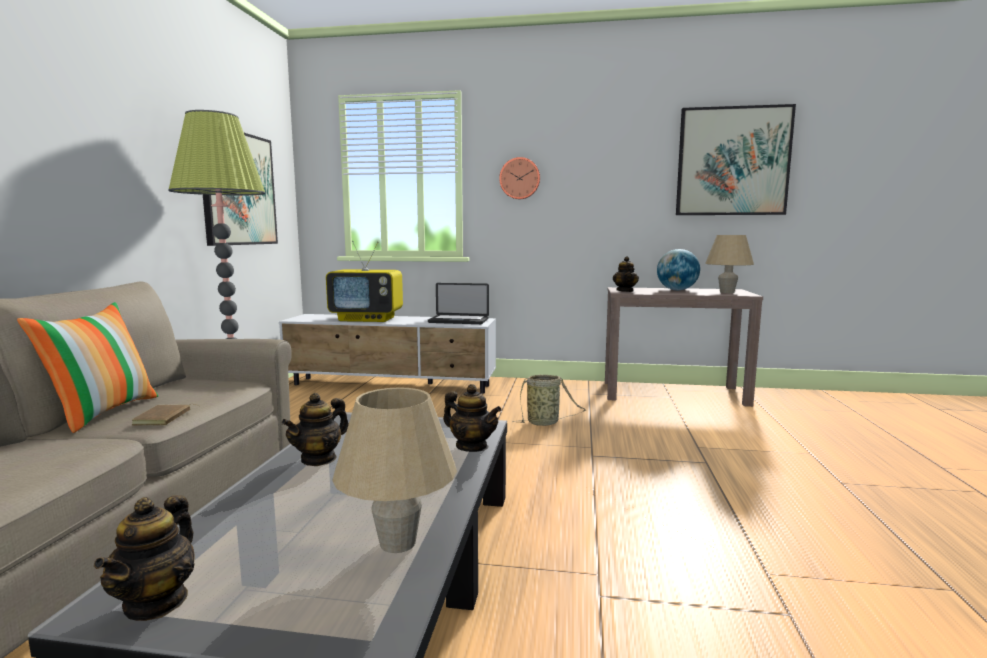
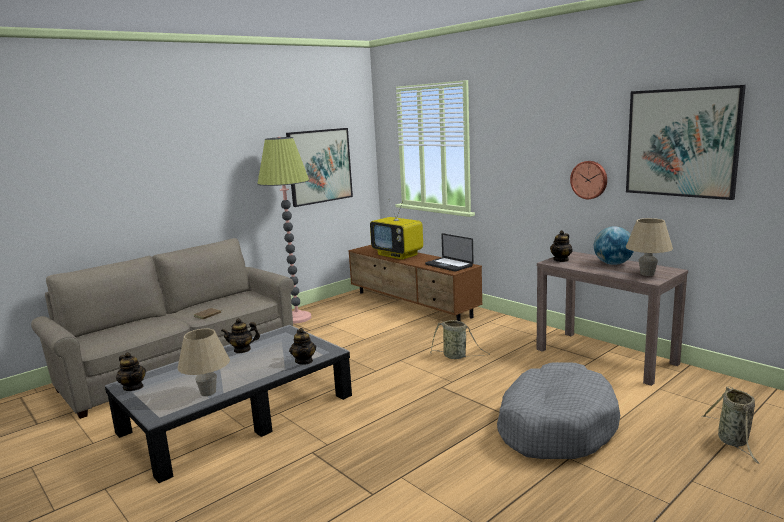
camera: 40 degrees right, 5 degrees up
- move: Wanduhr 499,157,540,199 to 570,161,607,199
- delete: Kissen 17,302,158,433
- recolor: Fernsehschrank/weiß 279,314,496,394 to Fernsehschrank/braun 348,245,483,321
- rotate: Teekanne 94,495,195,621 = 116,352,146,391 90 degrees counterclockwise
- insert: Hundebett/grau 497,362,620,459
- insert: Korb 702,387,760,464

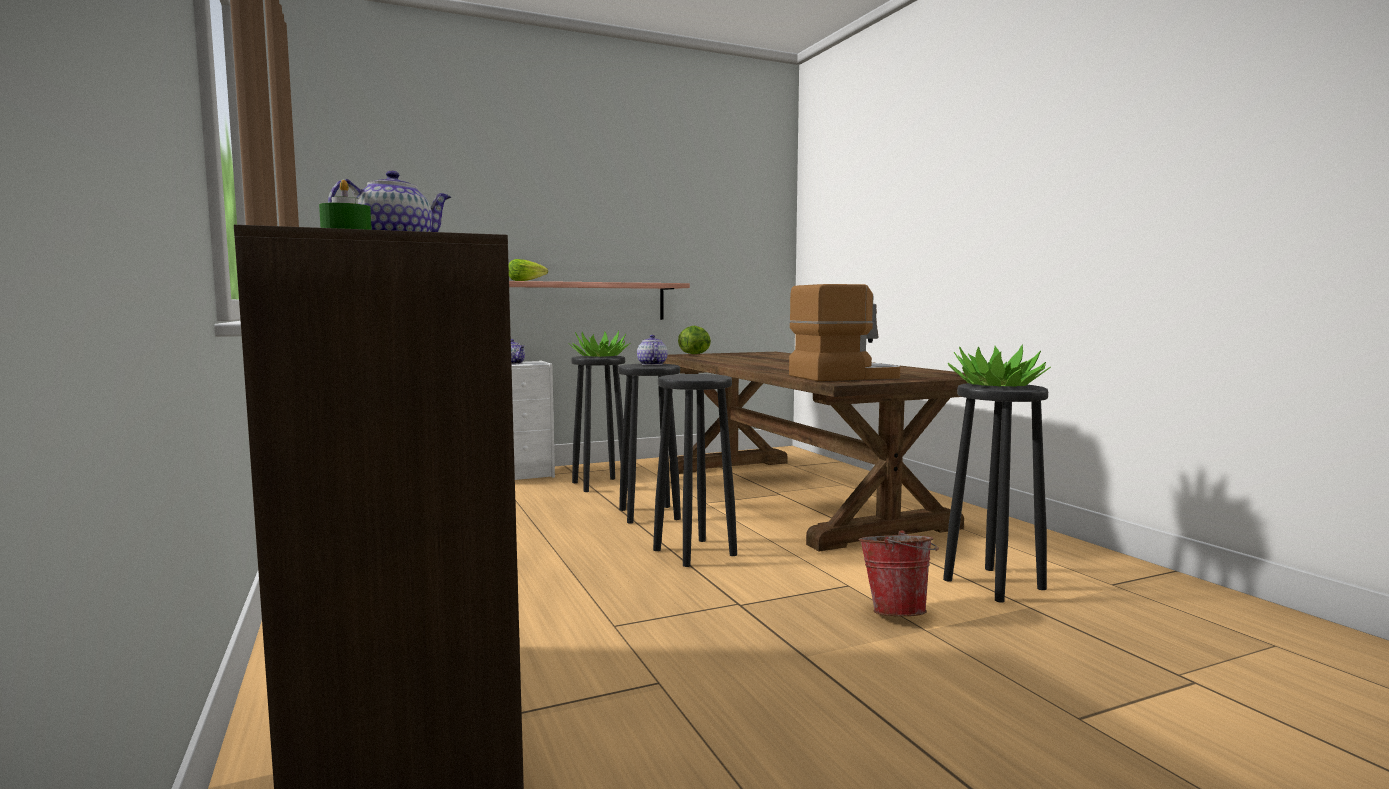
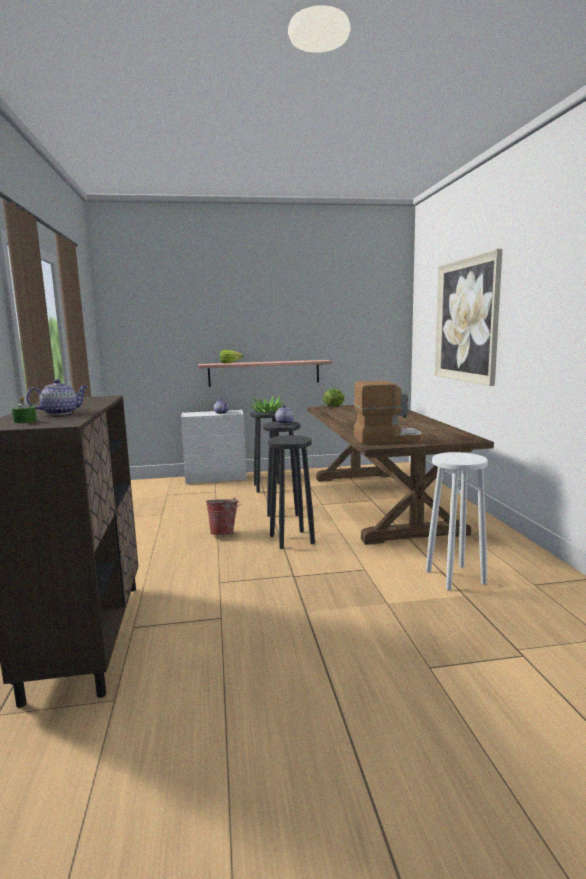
camera: 15 degrees right, 5 degrees up
- delete: Topfpflanze 948,345,1051,386
- recolor: Hocker/schwarz 943,383,1048,603 to Hocker/weiß 426,452,488,590
- move: Eimer 859,531,939,616 to 206,498,240,535
- insert: Bild 435,249,502,386

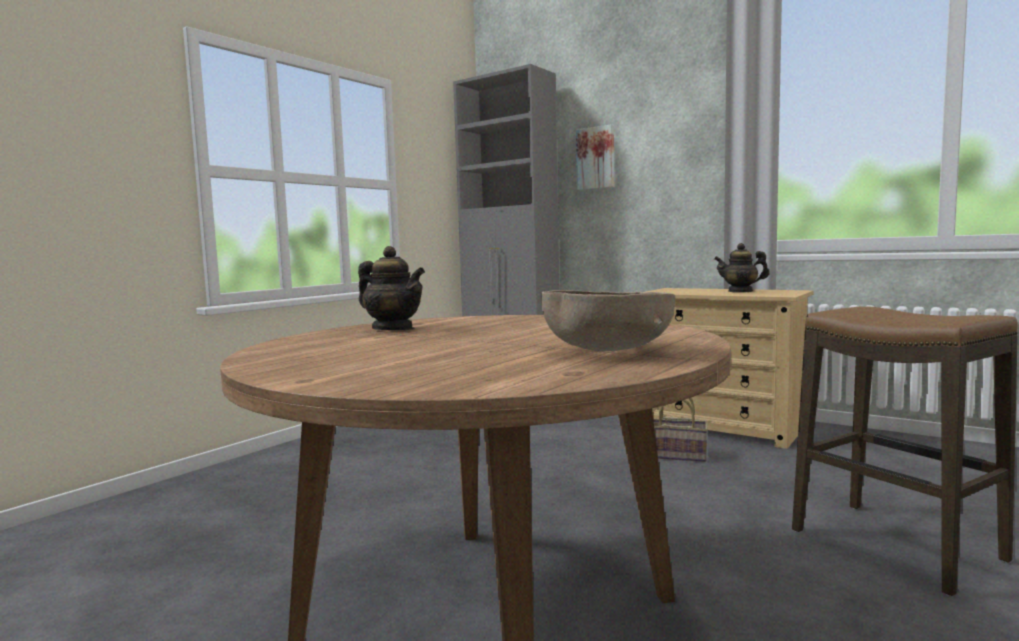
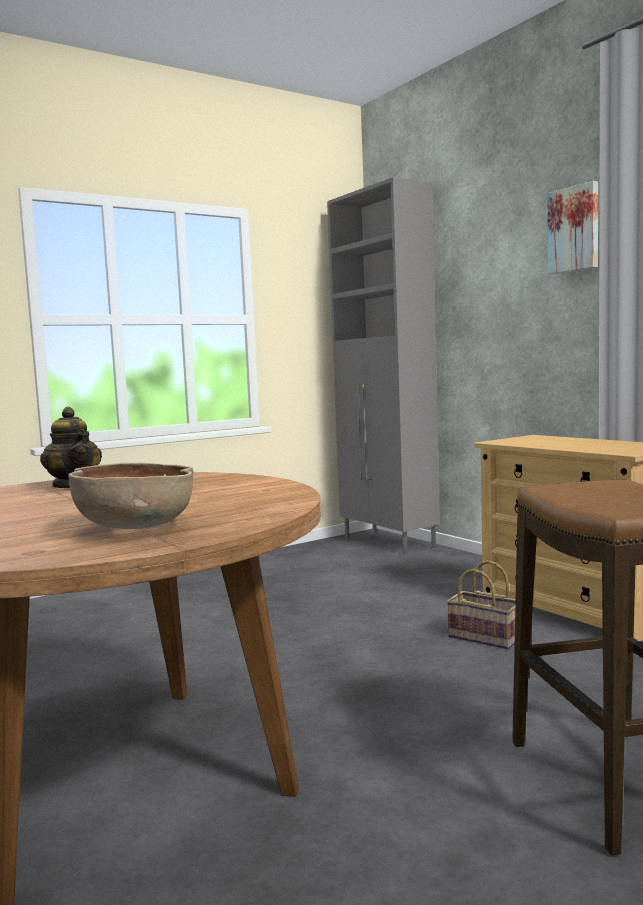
camera: 20 degrees right, 0 degrees up
- move: Bild 576,125,615,190 to 547,181,598,274
- delete: Teekanne 714,243,769,293

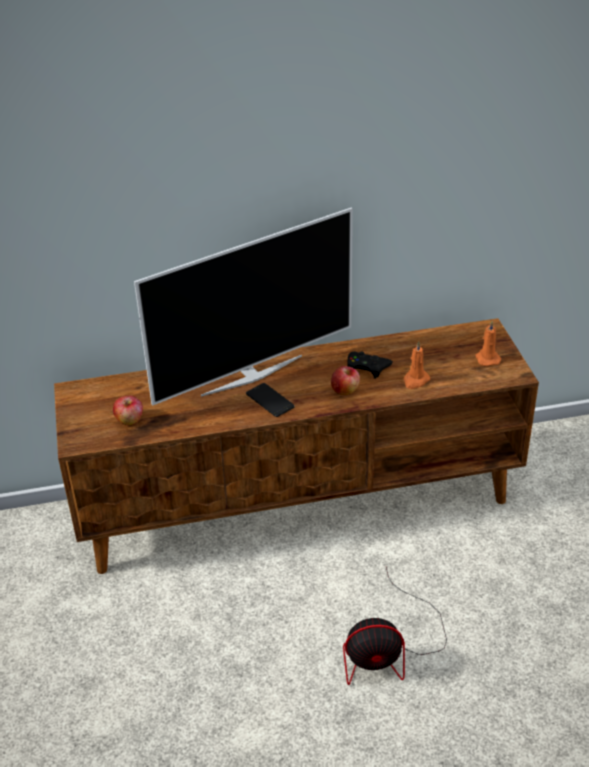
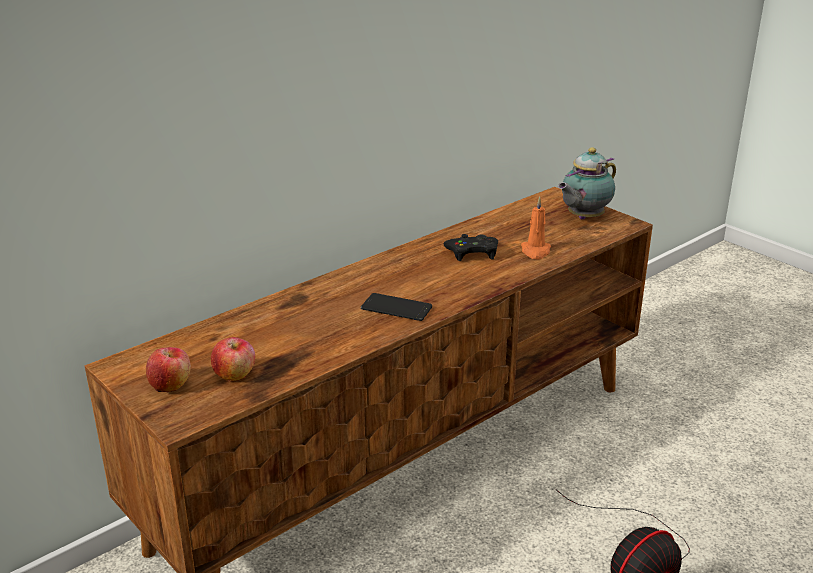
camera: 30 degrees left, 10 degrees down
- delete: Fernseher 134,208,353,406
- replace: Kerze/orange 475,321,501,366 to Teekanne 558,147,616,219
- move: Apfel 331,366,360,395 to 146,347,191,392

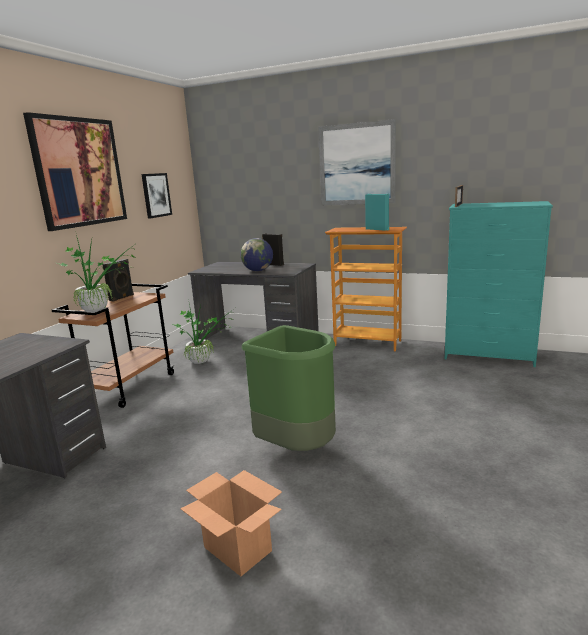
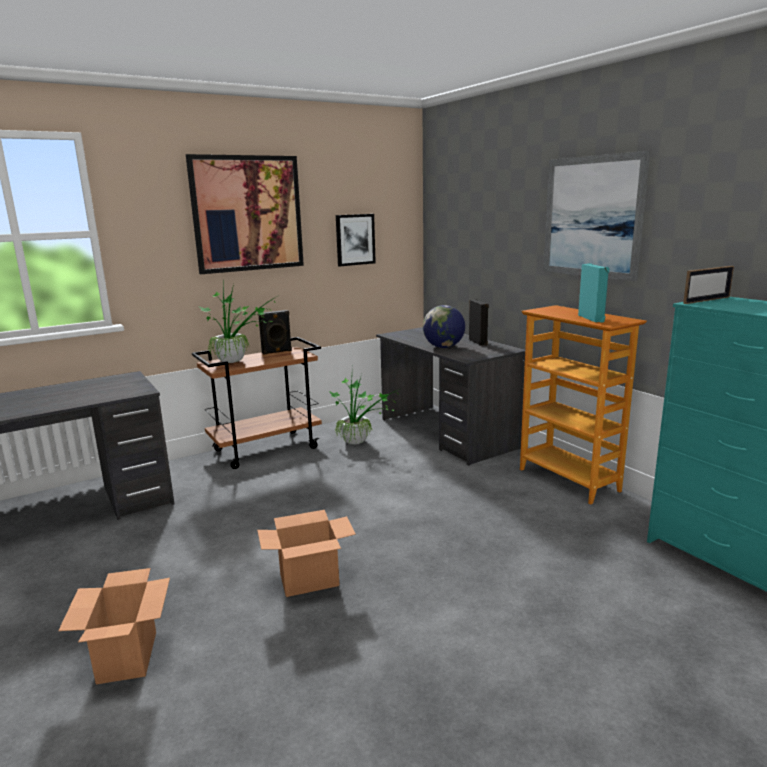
camera: 35 degrees right, 0 degrees up
- replace: Mülleimer/grün 242,325,336,451 to Karton 257,510,356,597

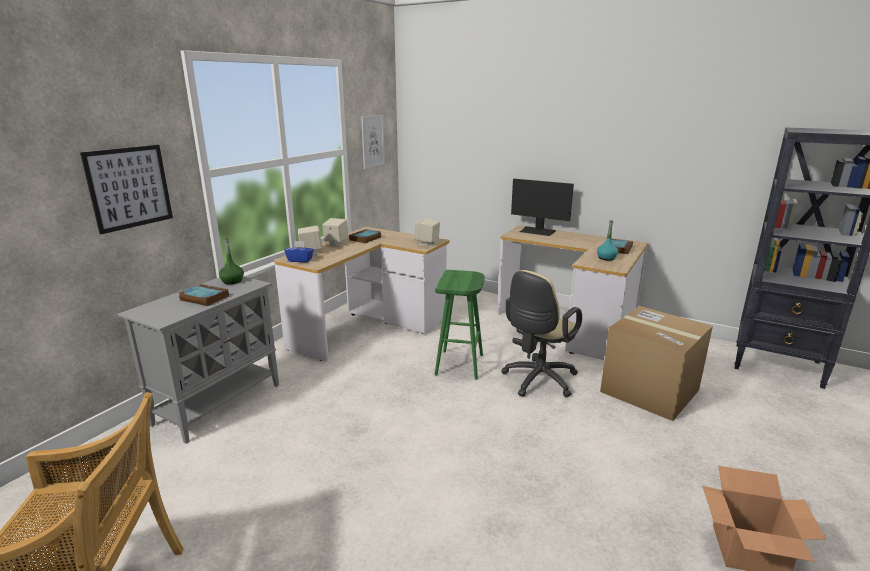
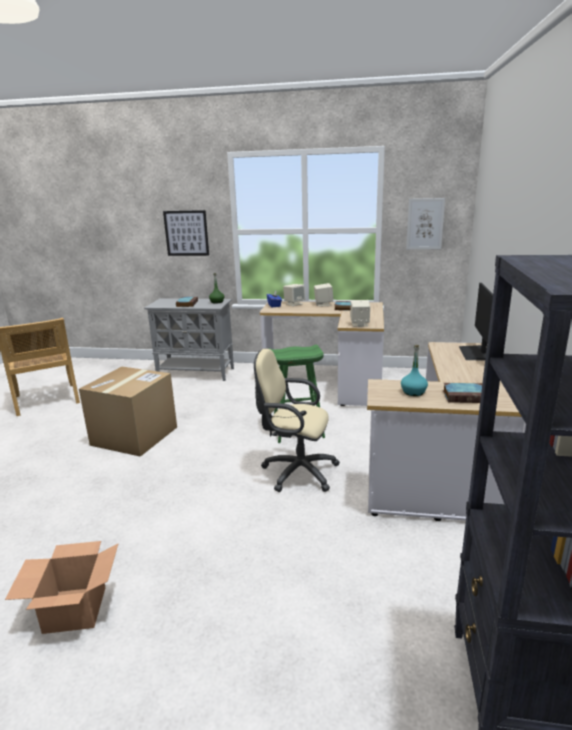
camera: 70 degrees right, 0 degrees up
- move: Karton 600,306,713,421 to 79,366,177,457

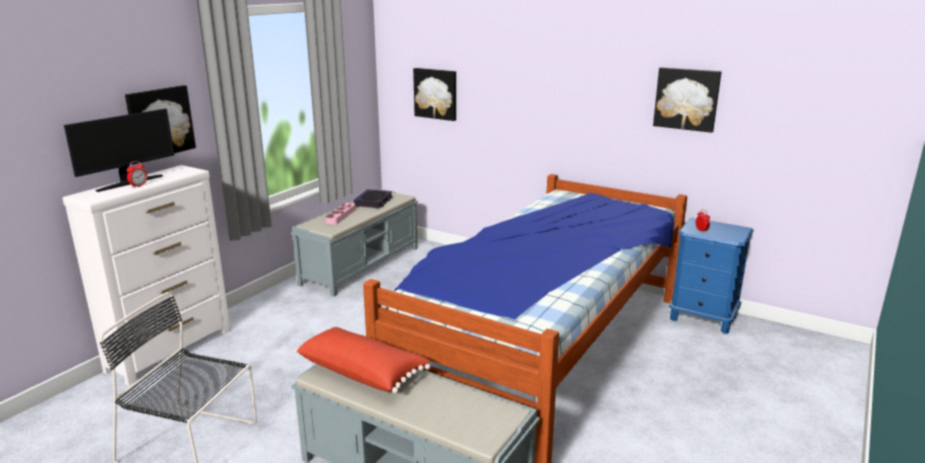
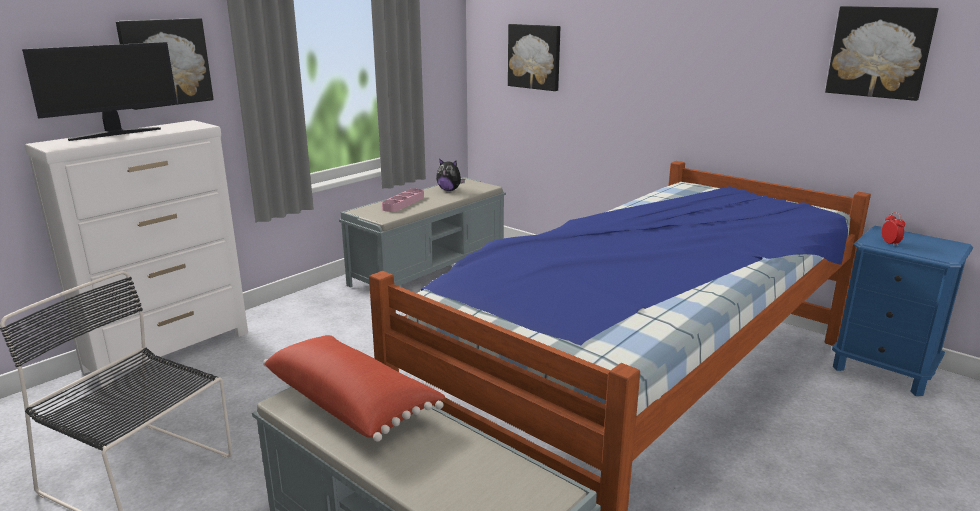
camera: 10 degrees right, 0 degrees up
- delete: Wecker 127,161,147,188
- replace: Buch 354,189,393,208 to Plüschtier 436,158,465,191

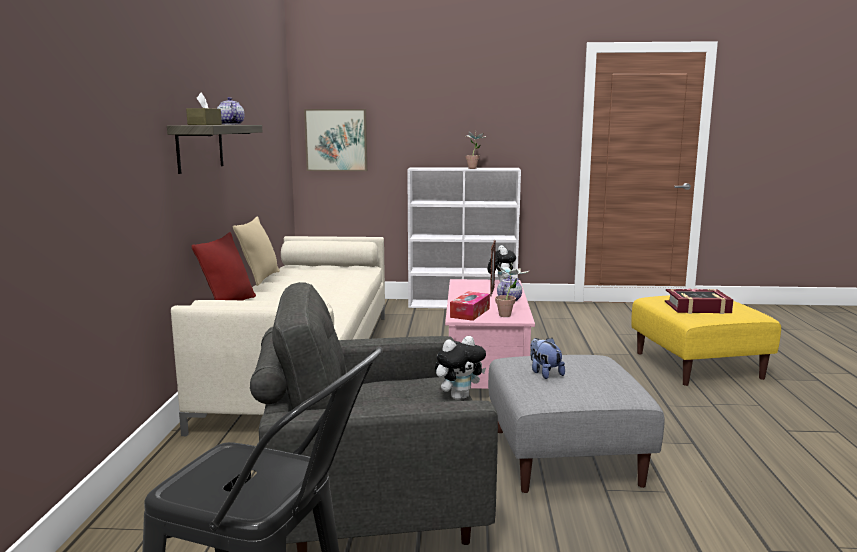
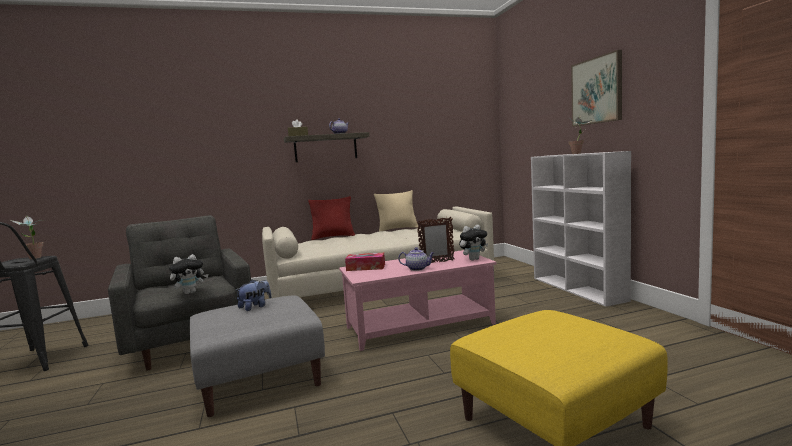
camera: 70 degrees right, 5 degrees down
- move: Bild 304,109,367,171 to 571,50,622,127
- move: Topfpflanze 495,263,530,317 to 11,215,45,259
- delete: Buch 665,288,733,314
- rotate: Plüschtier 435,336,486,400 = 169,254,209,294 75 degrees counterclockwise

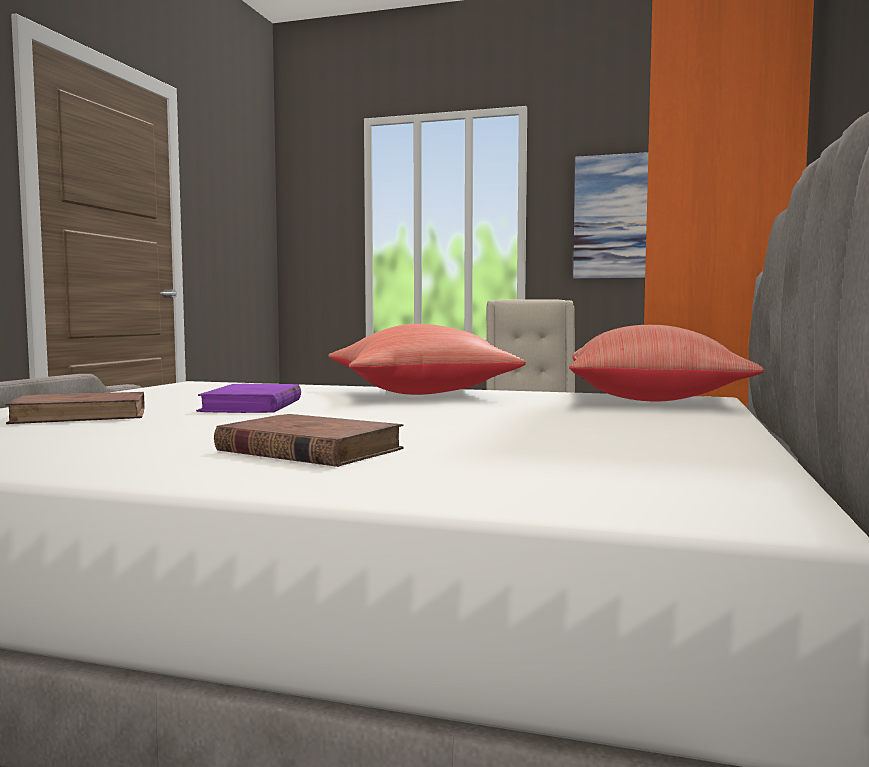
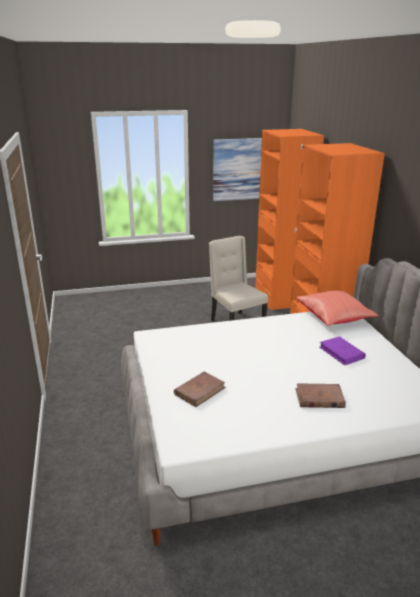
camera: 30 degrees left, 20 degrees up
- delete: Kissen/rot 328,324,526,395
- move: Buch/lila 196,384,301,413 to 319,336,366,365

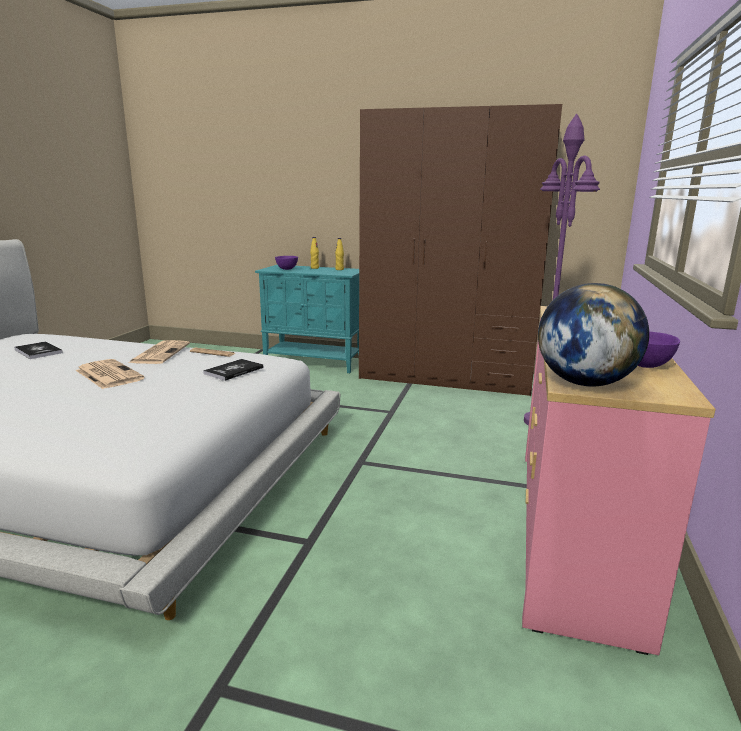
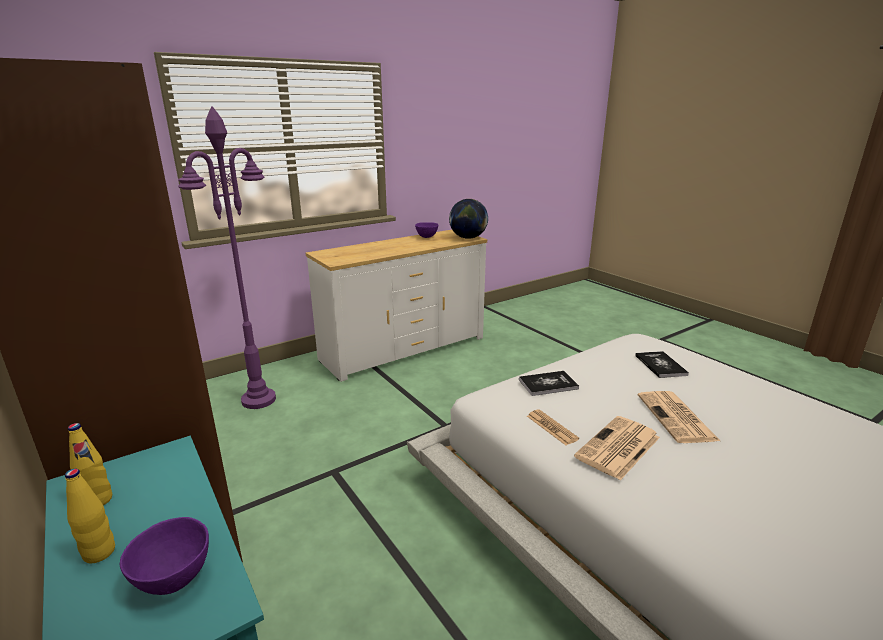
camera: 140 degrees left, 5 degrees up
- recolor: Kommode/rosa 522,306,716,655 to Kommode/weiß 305,230,487,382
- move: Buch 14,341,63,359 to 635,351,689,378

